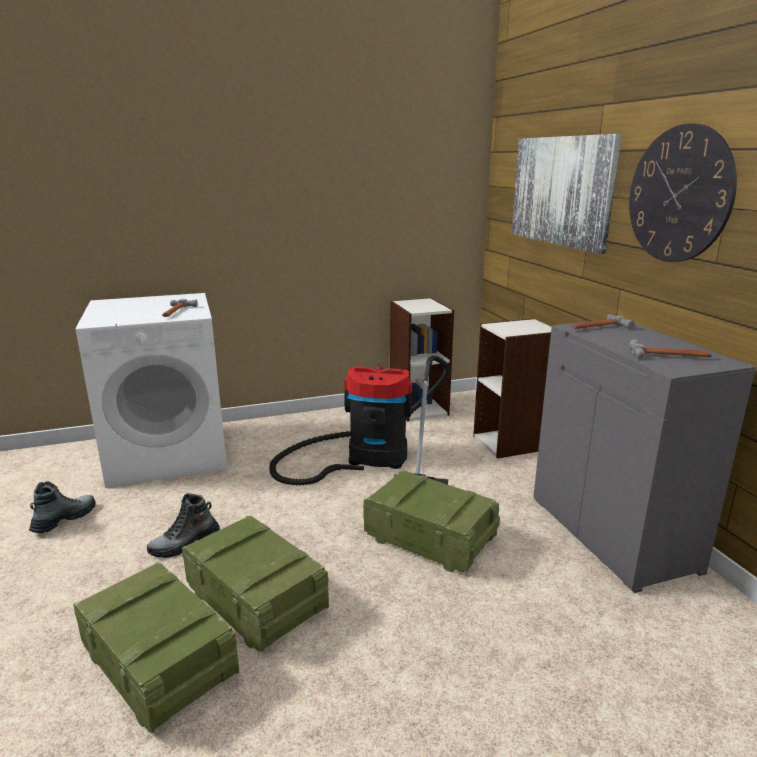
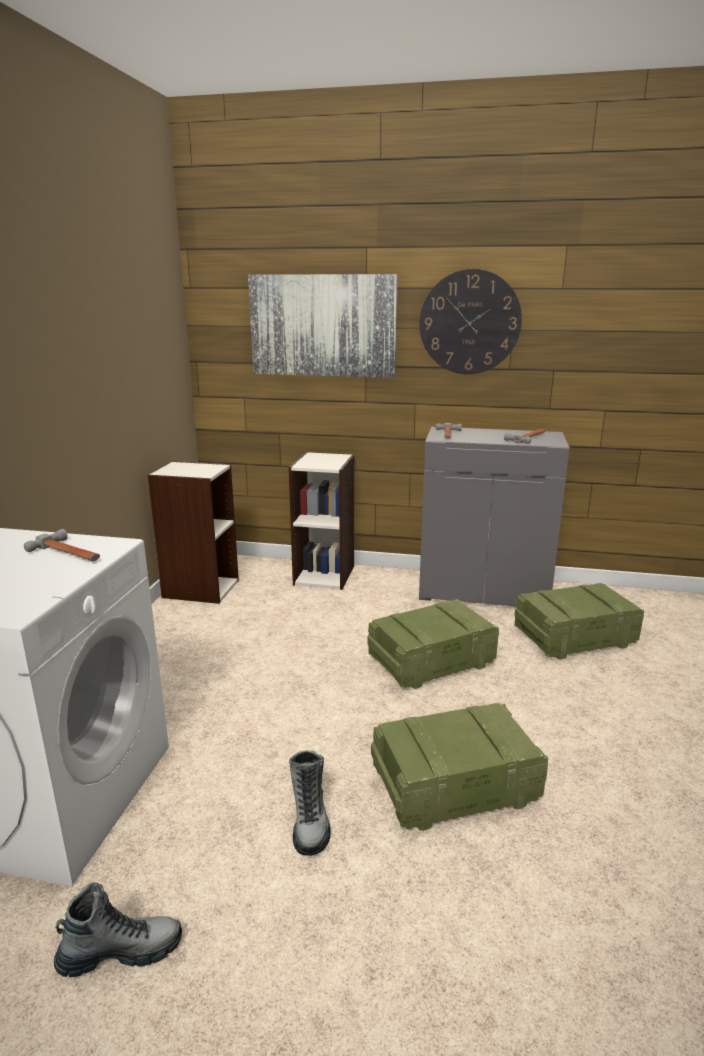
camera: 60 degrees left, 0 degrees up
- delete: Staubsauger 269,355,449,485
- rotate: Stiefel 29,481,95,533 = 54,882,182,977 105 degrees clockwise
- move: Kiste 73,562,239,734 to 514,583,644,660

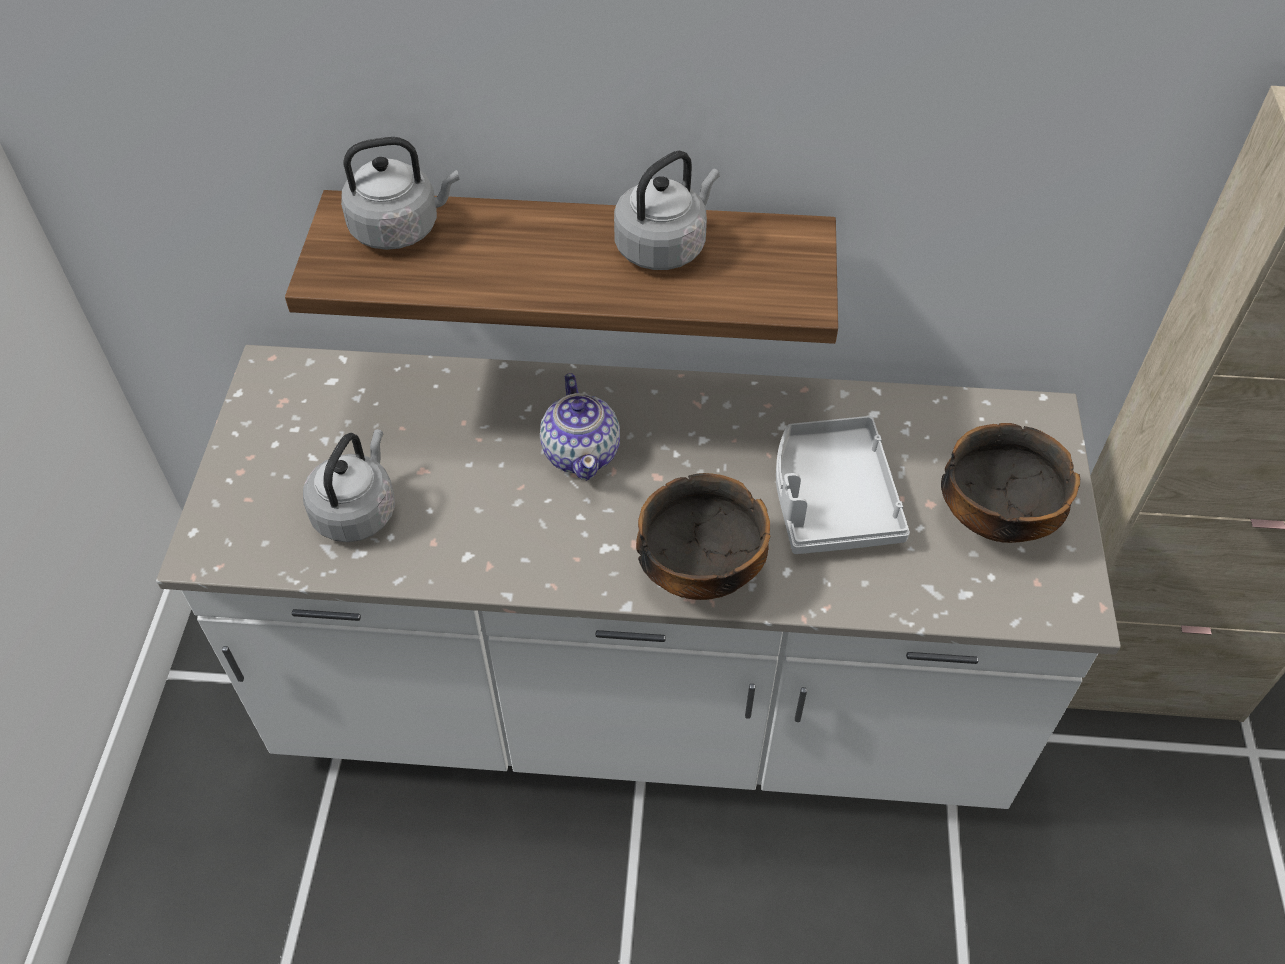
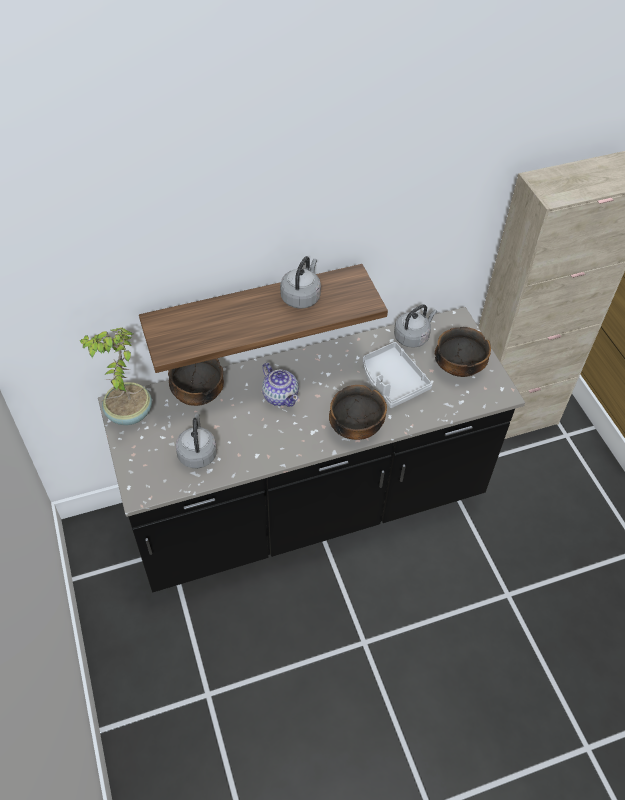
camera: 25 degrees left, 0 degrees up
- move: Wasserkessel/grau 341,137,459,250 to 394,304,437,348
- recolor: Küchenzeile/weiß 156,345,1121,809 to Küchenzeile/schwarz 98,307,525,592
- insert: Topfpflanze 80,327,152,425
- insert: Schüssel 168,358,224,406

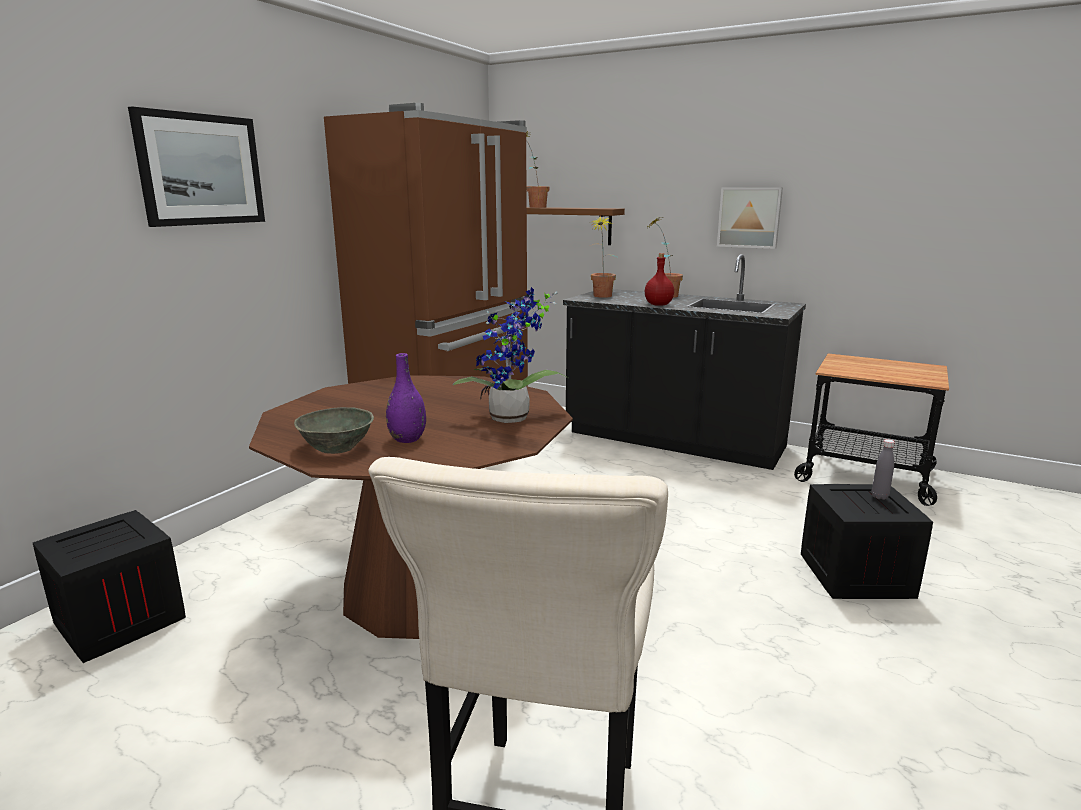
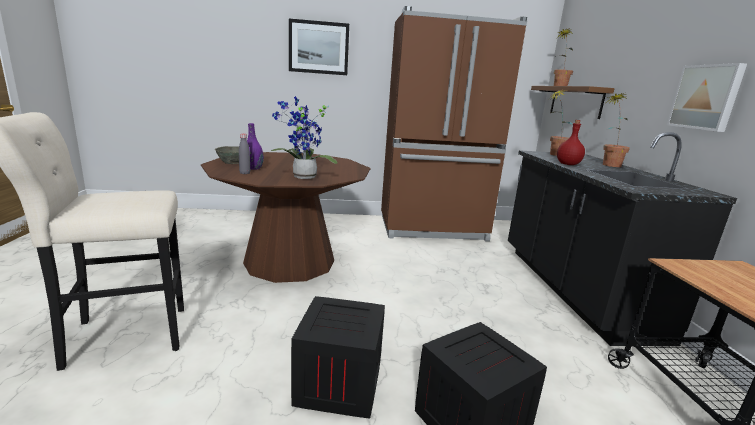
camera: 55 degrees right, 0 degrees up
- move: Flasche/grau 872,439,895,500 to 239,134,250,174
- move: Kiste 33,510,186,663 to 291,296,385,419

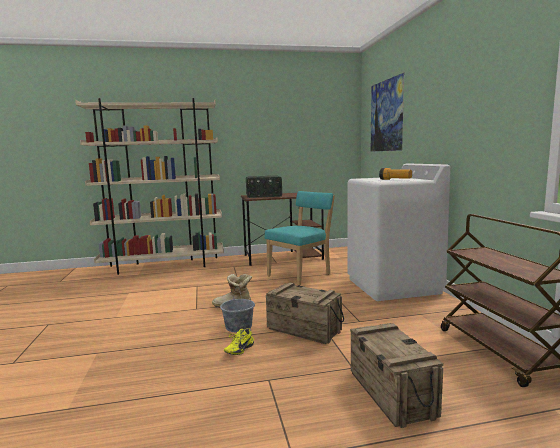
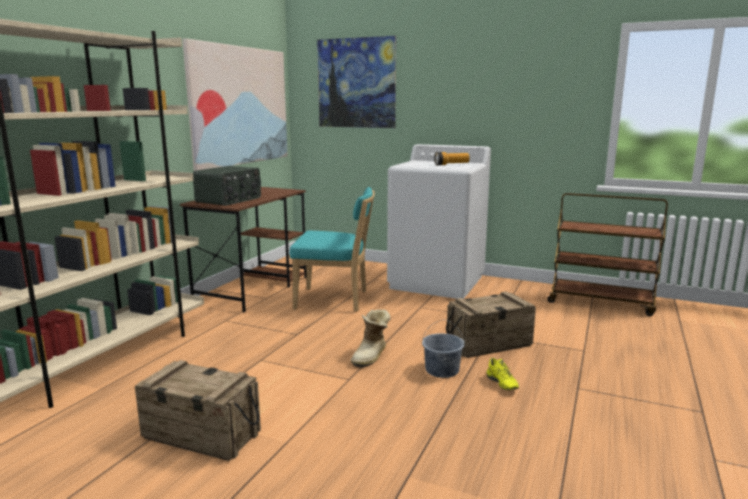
camera: 55 degrees left, 5 degrees up
- rotate: Stuhl/türkis 265,191,335,286 = 290,187,375,312 105 degrees clockwise
- move: Kiste 350,323,443,428 to 135,360,261,461
- insert: Bild 182,38,288,171

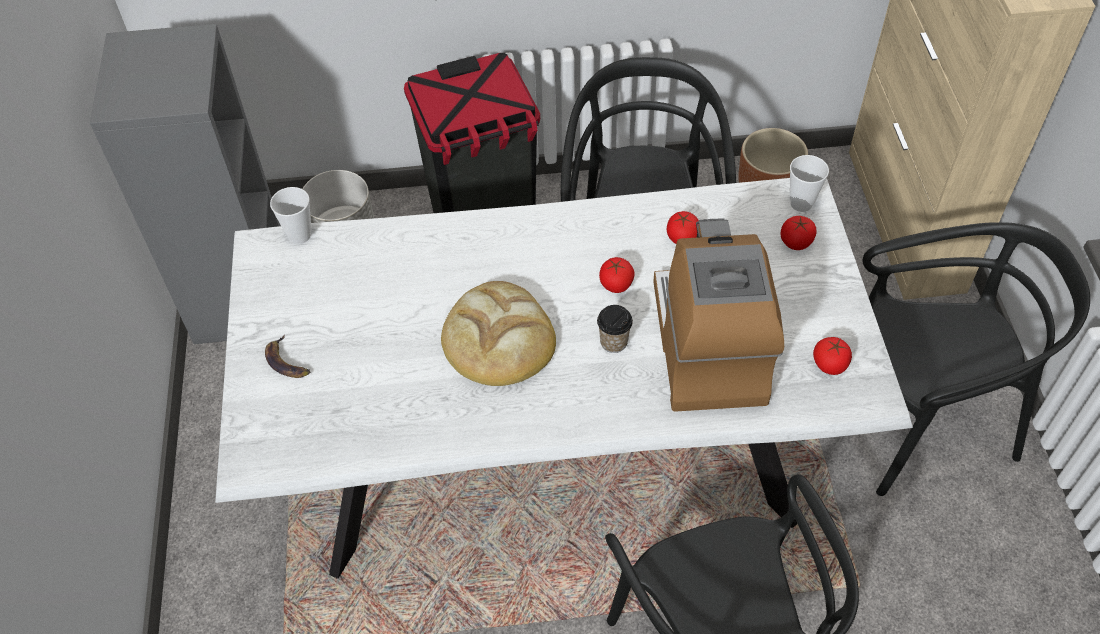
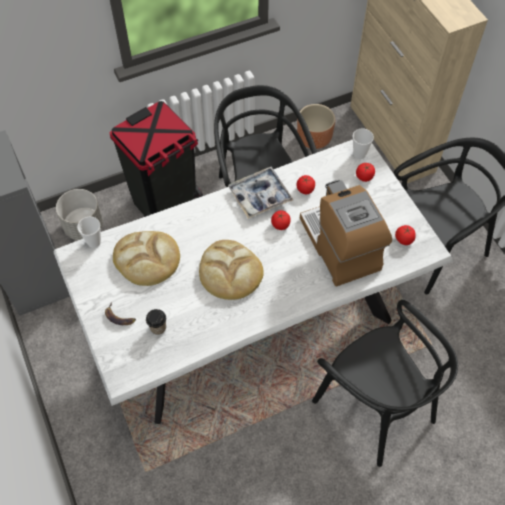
camera: 20 degrees left, 5 degrees up
- move: Tasse 597,305,633,353 to 146,309,166,335
- insert: Tablett 228,167,293,219
- insert: Brot 113,231,180,286

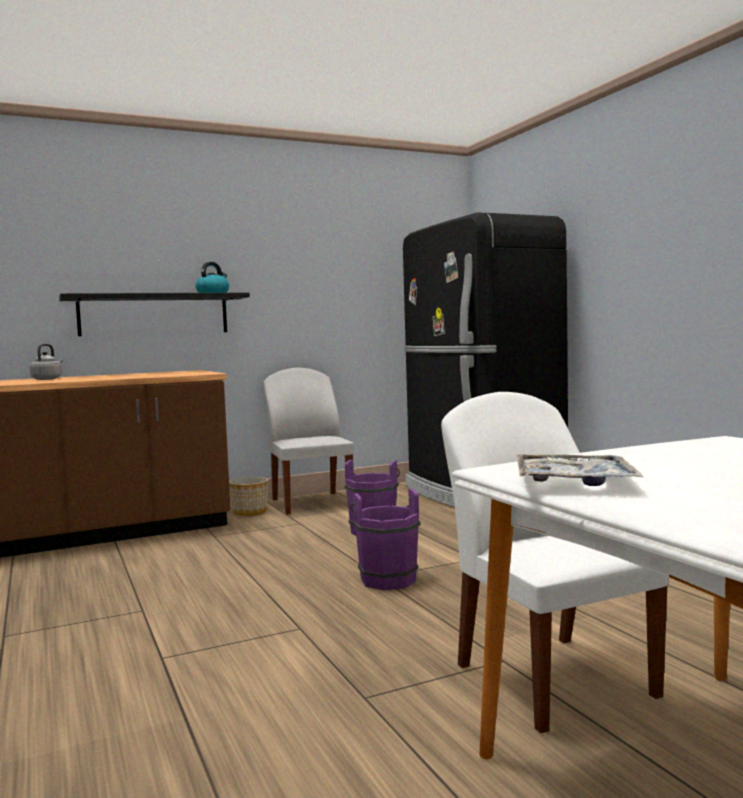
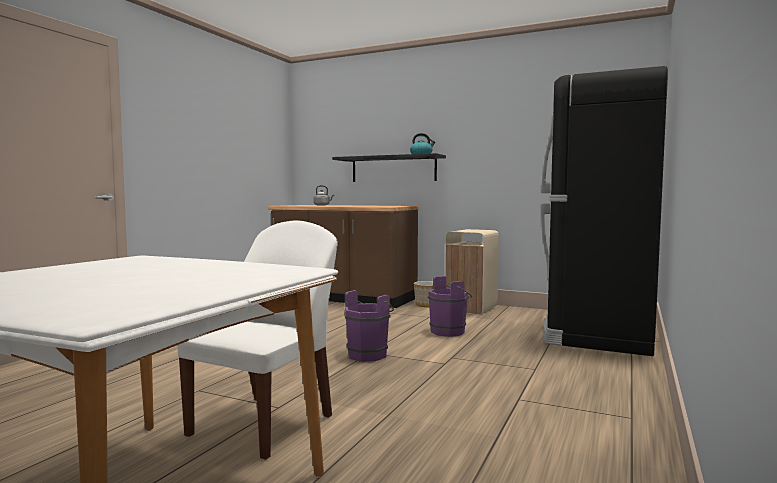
camera: 50 degrees right, 0 degrees up
- replace: Stuhl/weiß 263,368,354,515 to Mülleimer/beige 445,229,499,315
- delete: Tablett 516,455,643,486

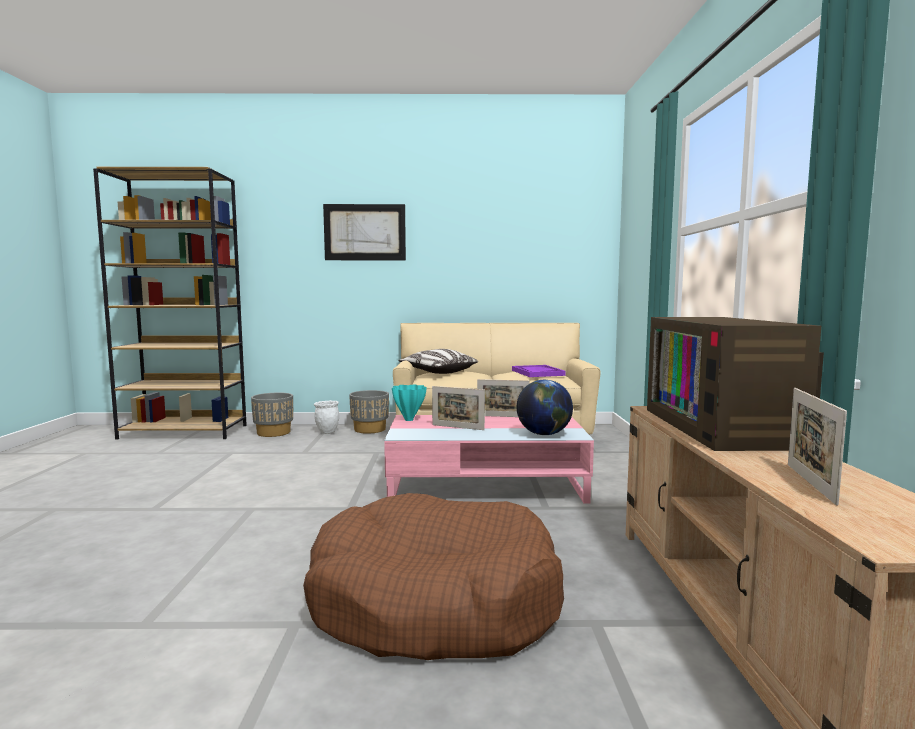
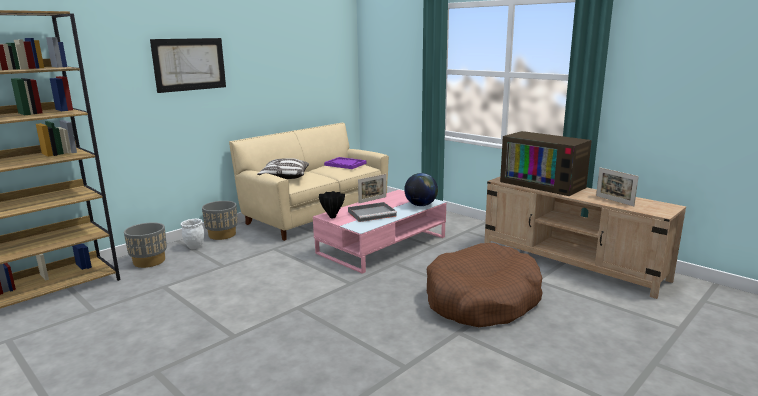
camera: 45 degrees left, 10 degrees up
- recolor: Vase/türkis 392,384,427,421 to Vase/schwarz 319,191,345,218
- replace: Bilderrahmen 432,386,485,430 to Tablett/grau 348,202,397,222

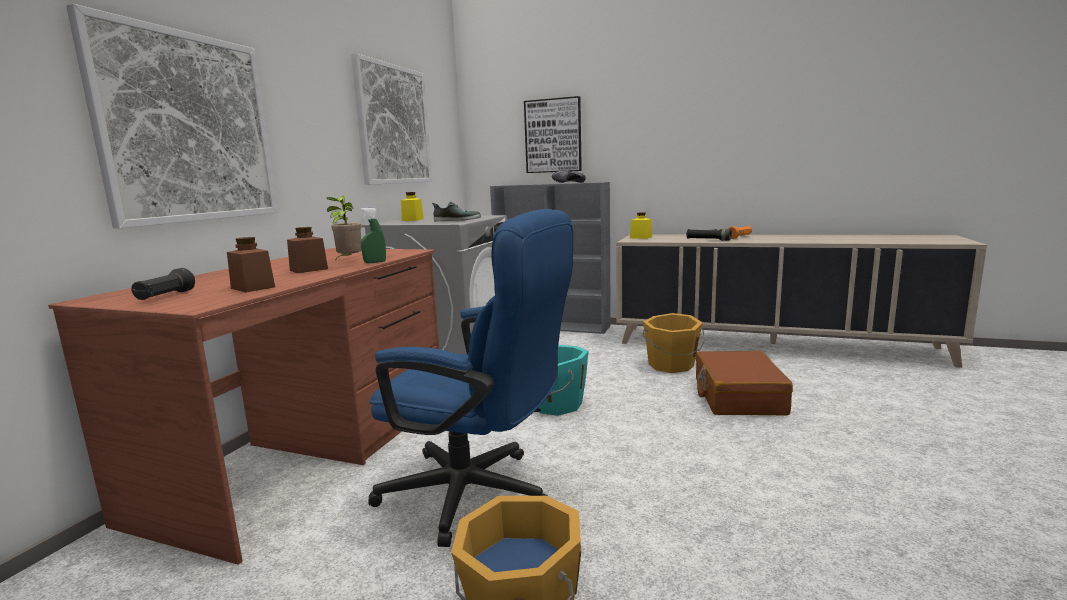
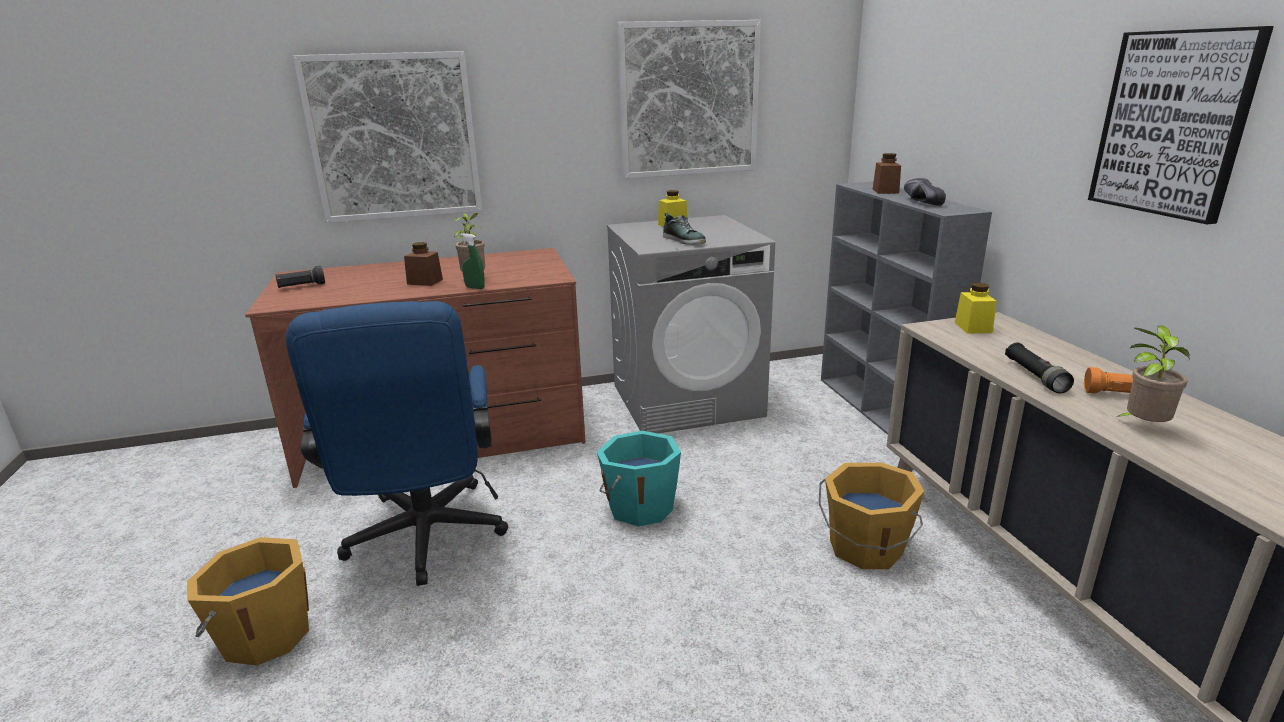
camera: 55 degrees right, 10 degrees up
- move: Bild 524,96,582,173 to 1088,26,1274,224
- move: Vorratsglas/braun 227,237,275,292 to 873,153,901,194
- delete: Koffer/braun 696,351,793,415
- insert: Topfpflanze 1117,326,1190,422

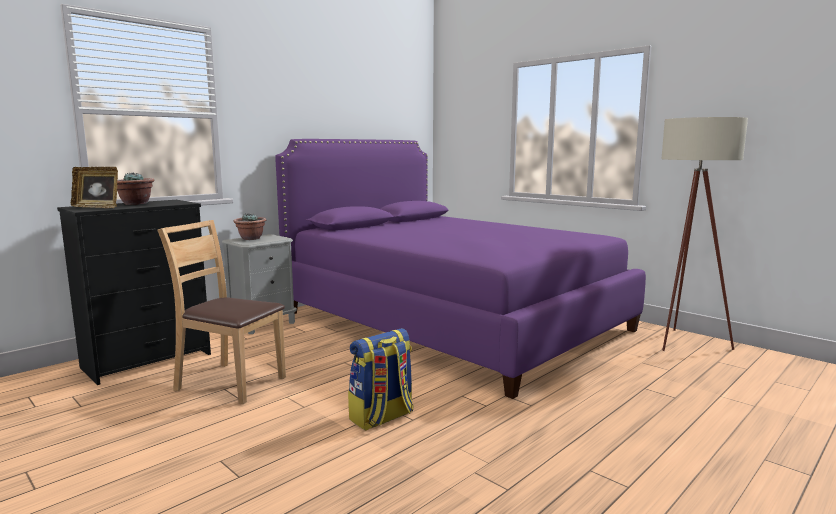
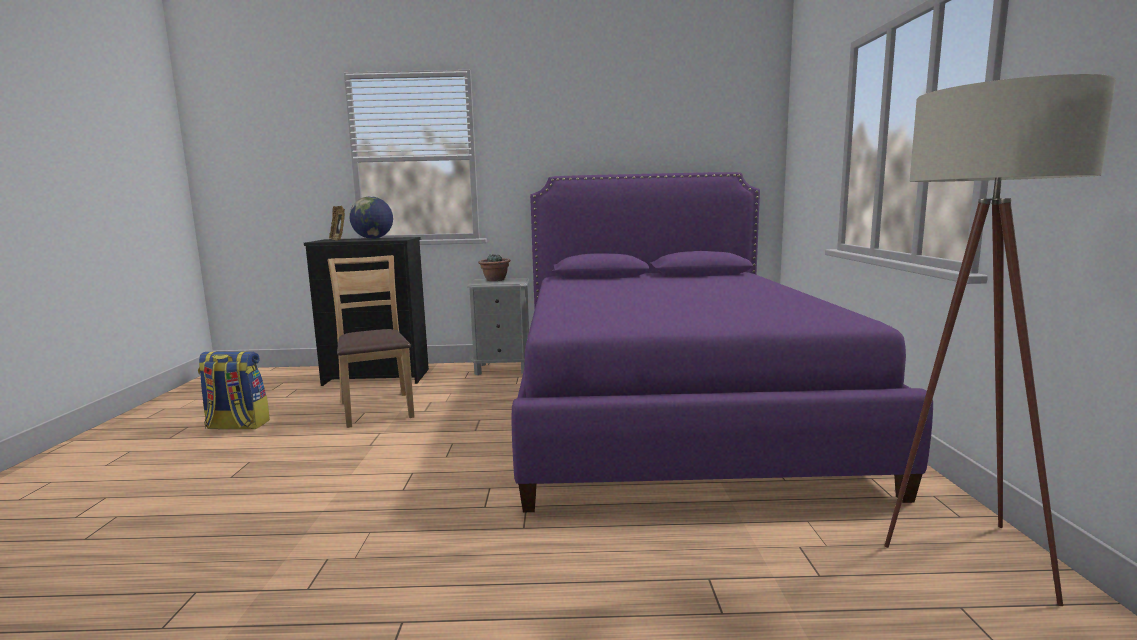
camera: 45 degrees right, 0 degrees up
- replace: Topfpflanze 117,172,155,205 to Globus 349,196,393,239
- move: Rucksack 348,328,414,431 to 198,351,270,429

